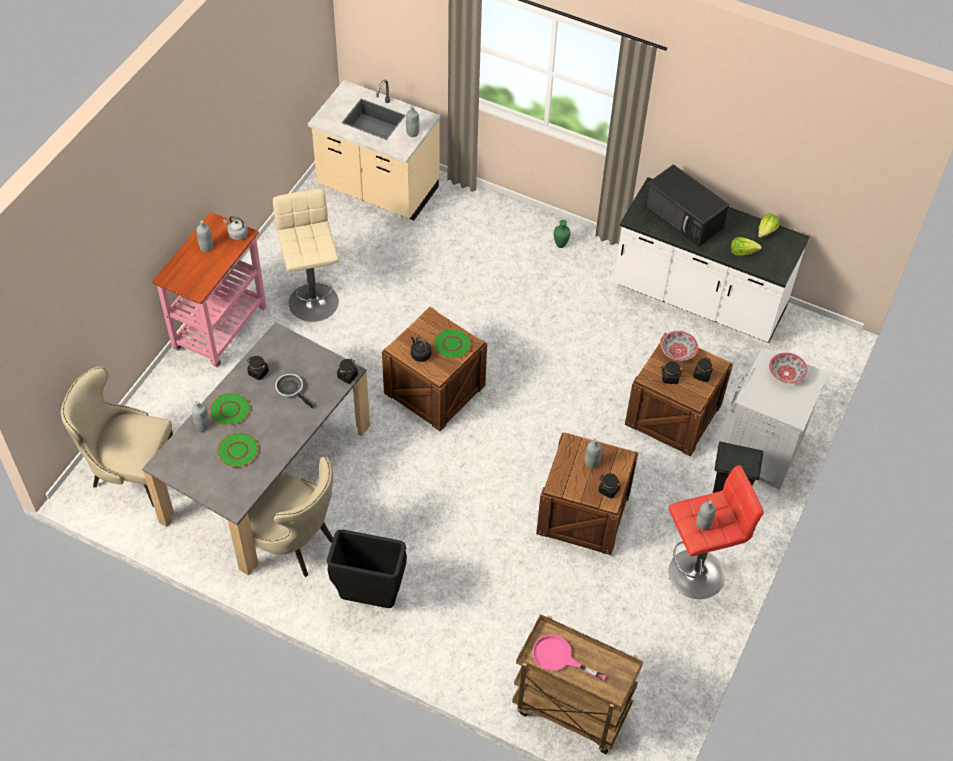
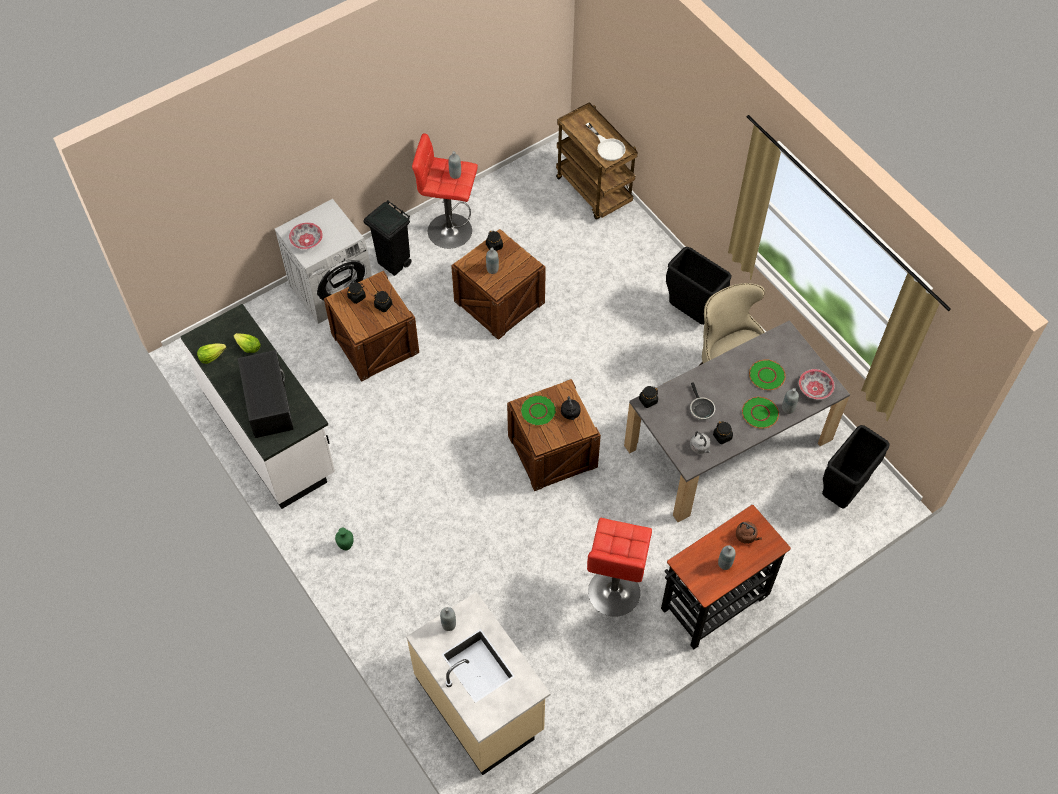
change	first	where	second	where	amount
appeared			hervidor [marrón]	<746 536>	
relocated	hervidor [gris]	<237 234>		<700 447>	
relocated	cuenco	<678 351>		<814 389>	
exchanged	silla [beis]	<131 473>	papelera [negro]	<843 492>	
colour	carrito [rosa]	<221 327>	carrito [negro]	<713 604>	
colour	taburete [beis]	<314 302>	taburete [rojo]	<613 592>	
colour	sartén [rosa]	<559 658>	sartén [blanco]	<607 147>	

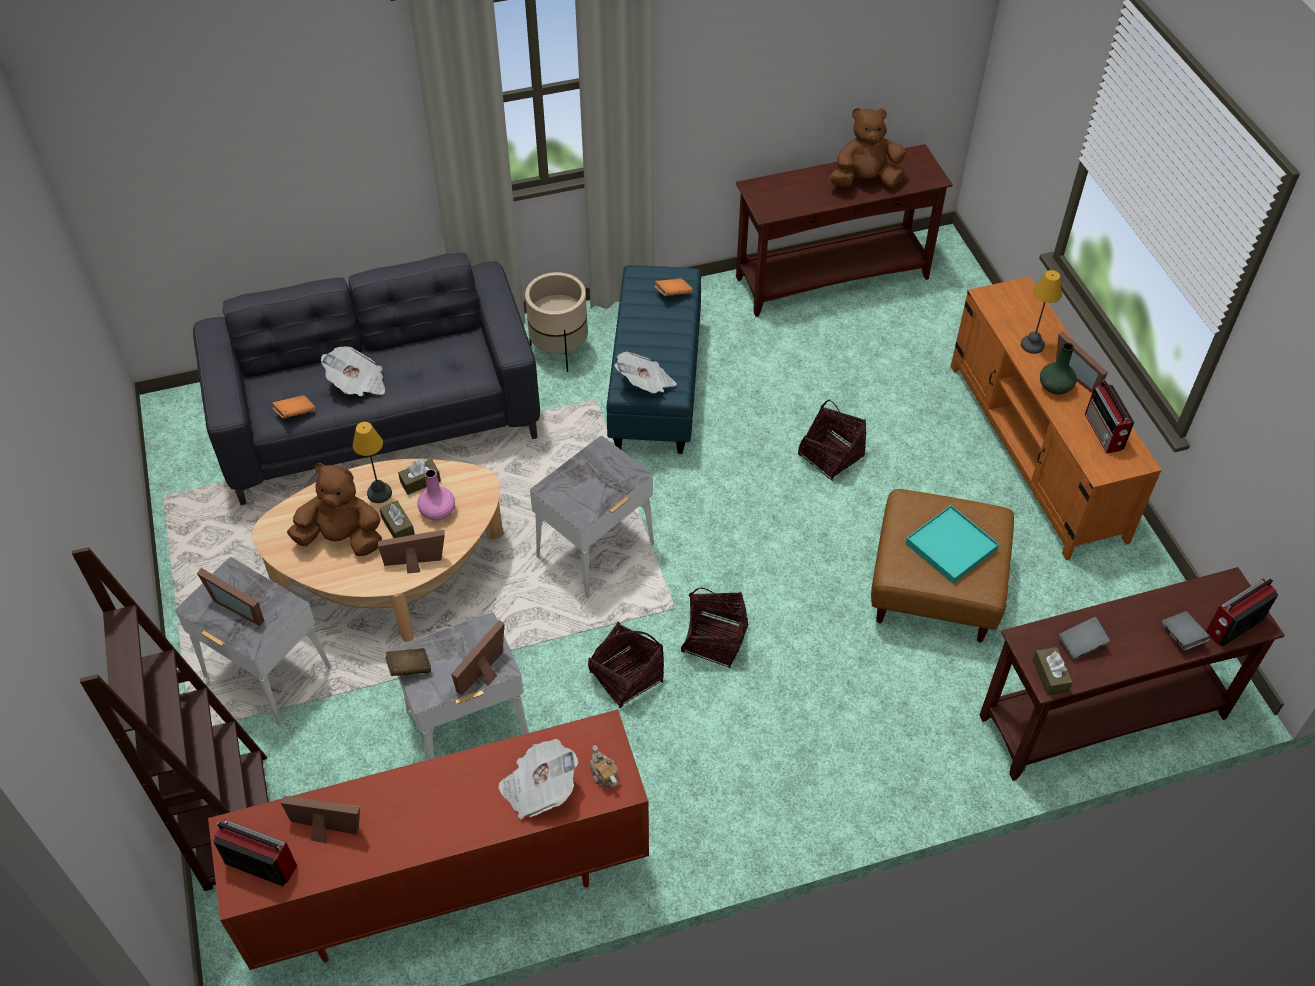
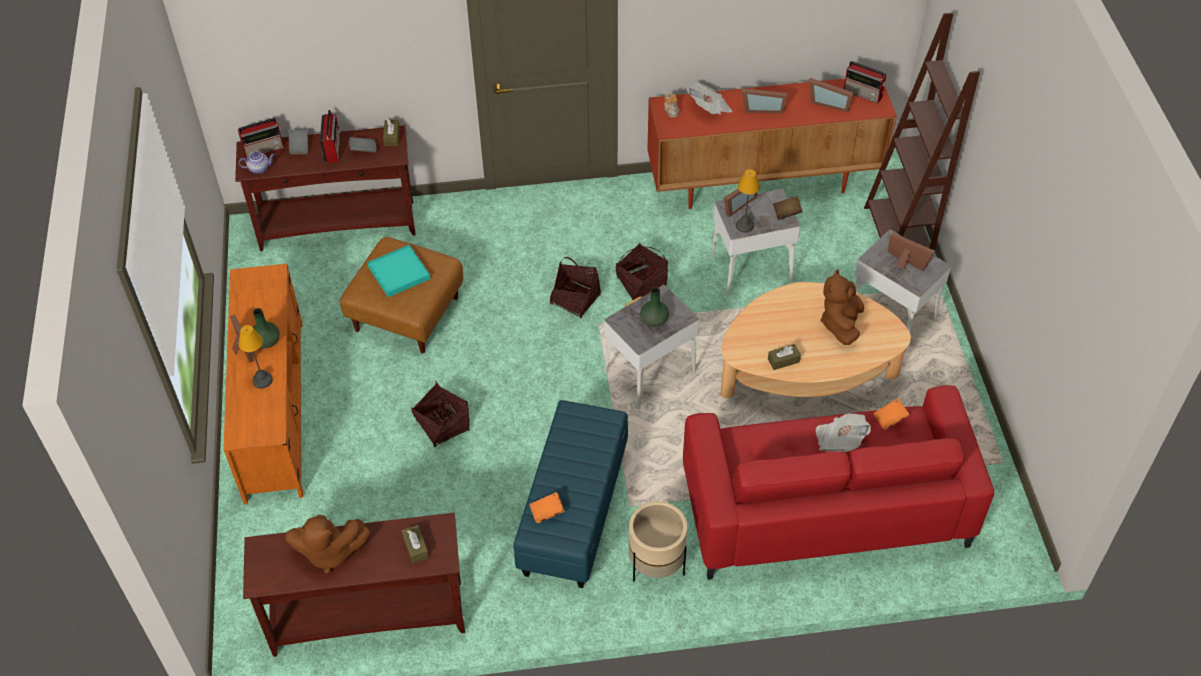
change	first	where	second	where	amount
missing	florero [rosa]	<438 511>			
missing	periódico	<645 384>			
appeared			tetera	<259 168>	
appeared			florero [verde]	<654 320>	
relocated	lámpara de mesa	<380 493>		<744 226>	
relocated	portarretratos	<416 565>		<762 108>	
relocated	caja de pañuelos [marrón]	<398 526>		<416 547>	
relocated	radio	<1104 433>		<333 148>	
colour	sofá [gris]	<380 420>	sofá [rojo]	<824 511>	
spun	peluche [marrón]	<342 538>		<841 324>	90 degrees clockwise

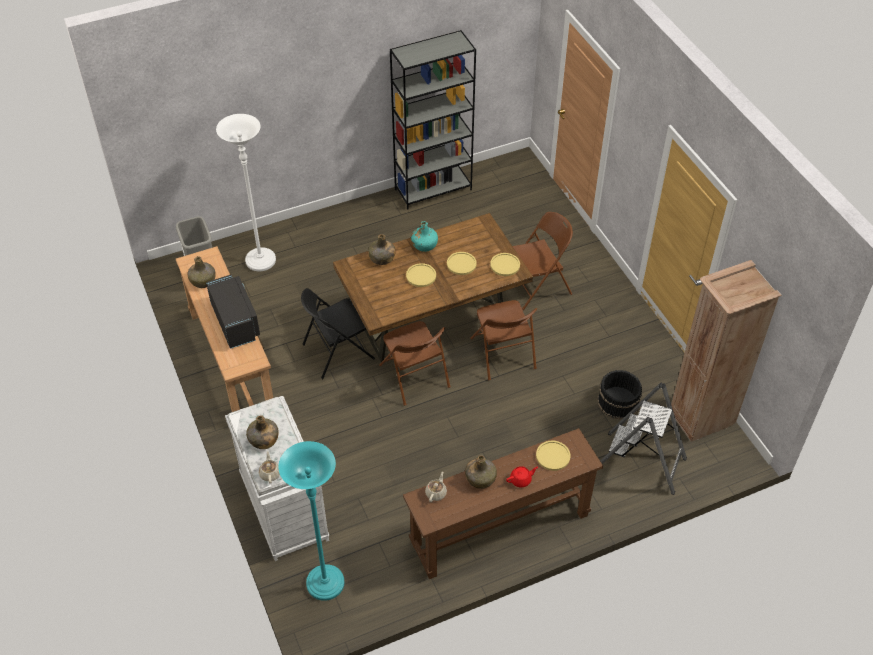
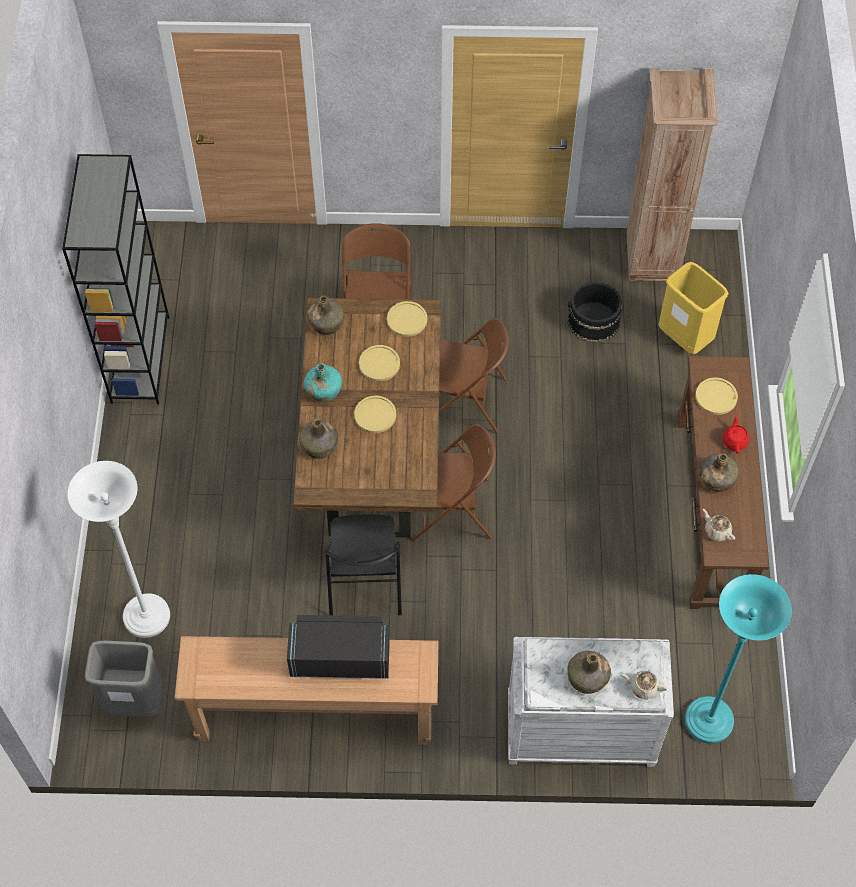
change	first	where	second	where	amount
relocated	botella [verde]	<203 281>		<326 323>	
exchanged	escalera de tijera [gris]	<642 462>	papelera [amarillo]	<685 338>	

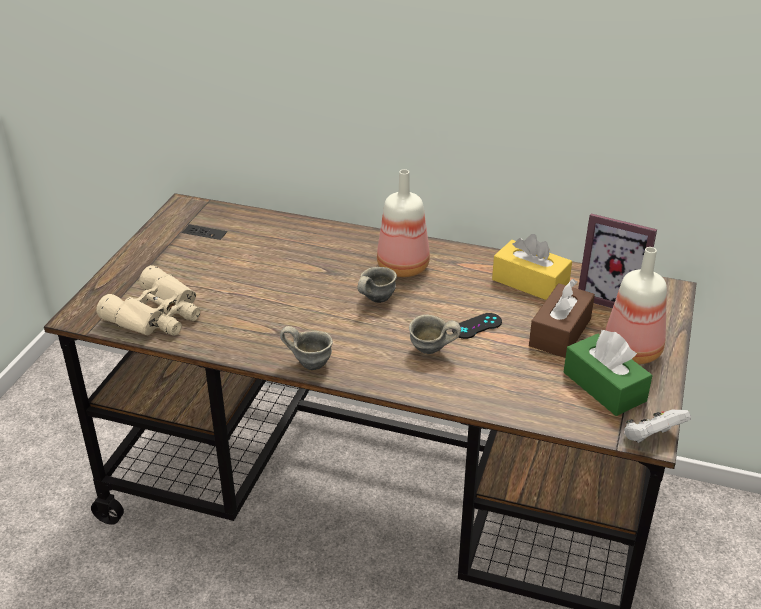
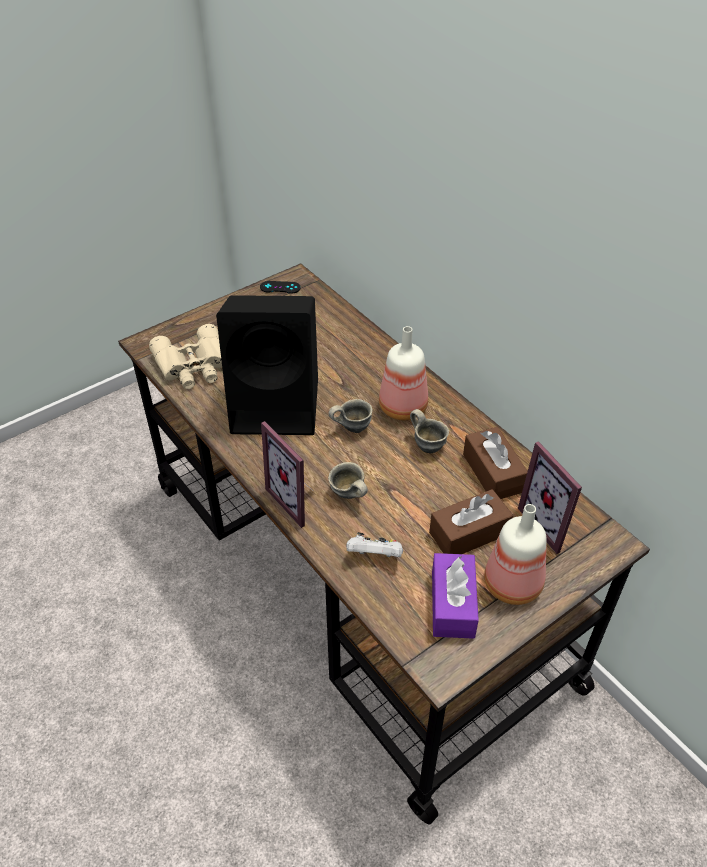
change	first	where	second	where	amount
appeared			altavoz [negro]	<278 405>	
appeared			portarretratos	<298 499>	
relocated	taza grande [gris]	<310 362>		<428 444>	
relocated	mando de consola [negro]	<477 326>		<280 287>	
relocated	mando de consola [blanco]	<651 438>		<375 556>	
colour	caja de pañuelos [amarillo]	<530 282>	caja de pañuelos [marrón]	<493 473>	
colour	caja de pañuelos [verde]	<604 386>	caja de pañuelos [morado]	<452 604>	

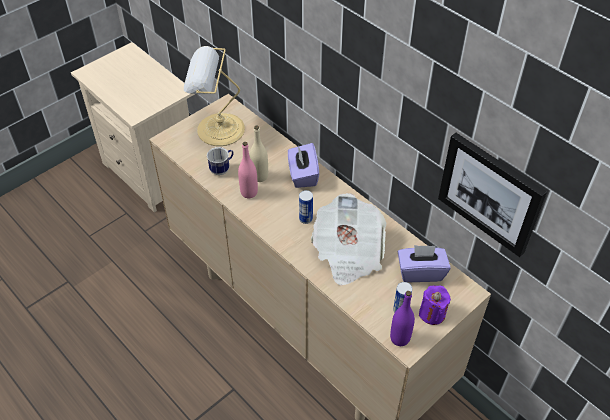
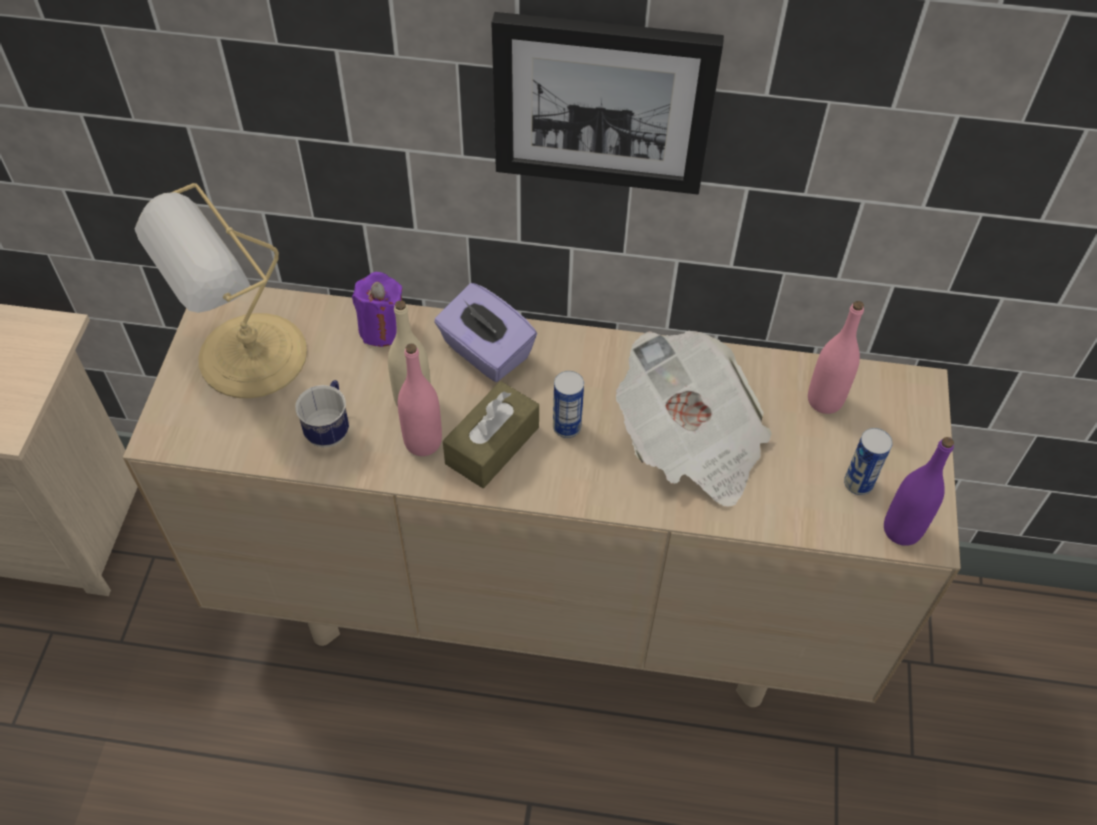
change	first	where	second	where	amount
appeared			caja de pañuelos [marrón]	<492 445>	
relocated	vela [morado]	<432 313>		<382 328>	
relocated	cuadro	<490 193>		<603 102>	
exchanged	caja de pañuelos [morado]	<420 272>	botella [rosa]	<824 400>	

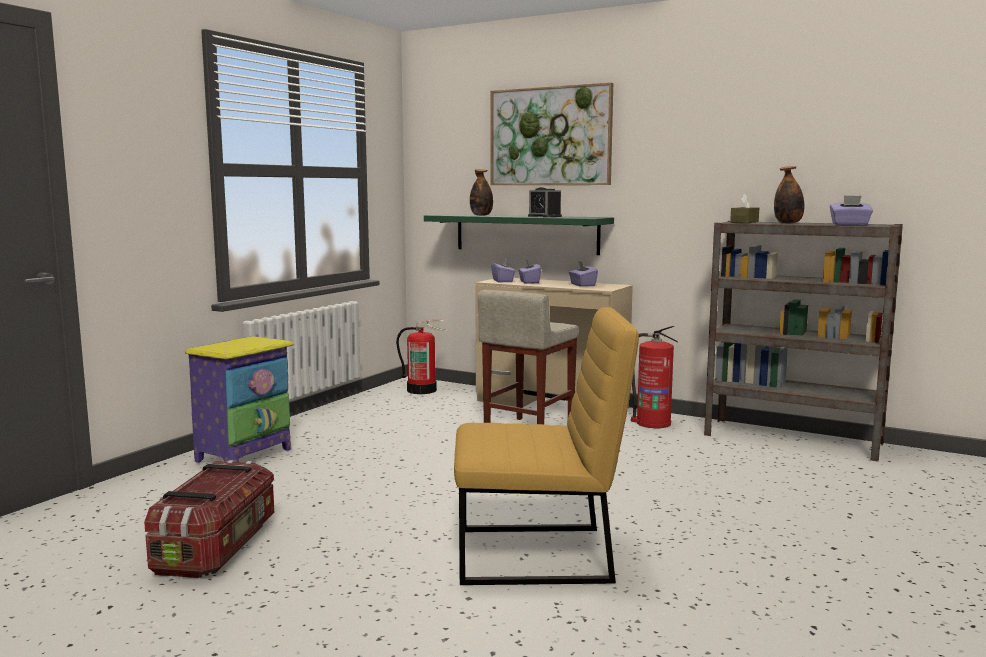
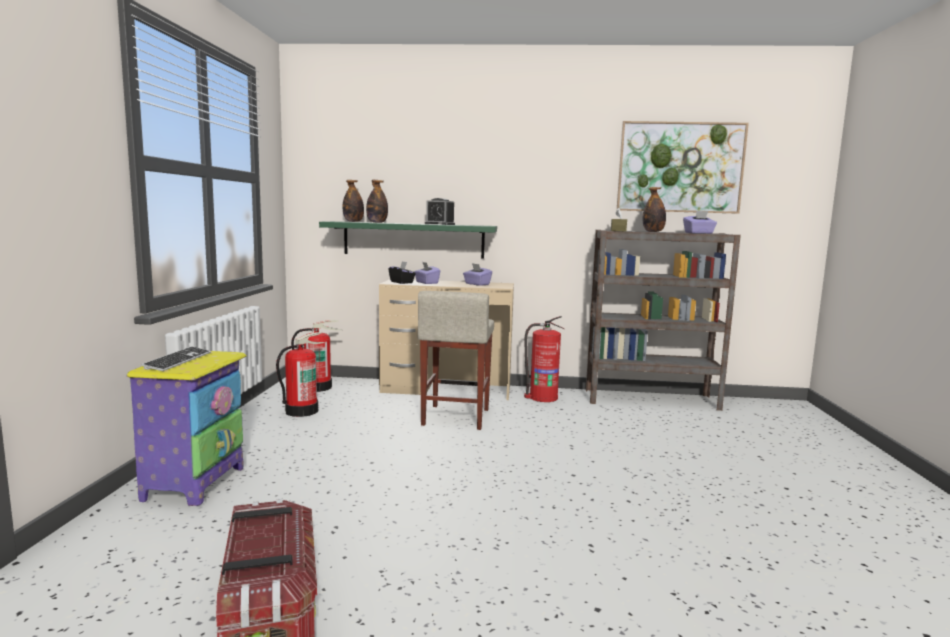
change	first	where	second	where	amount
missing	silla [amarillo]	<539 555>			
appeared			teclado	<178 361>	
appeared			extintor	<301 411>	
appeared			botella	<353 221>	
relocated	cuadro	<550 136>		<680 167>	
colour	caja de pañuelos [morado]	<503 281>	caja de pañuelos [negro]	<402 282>	

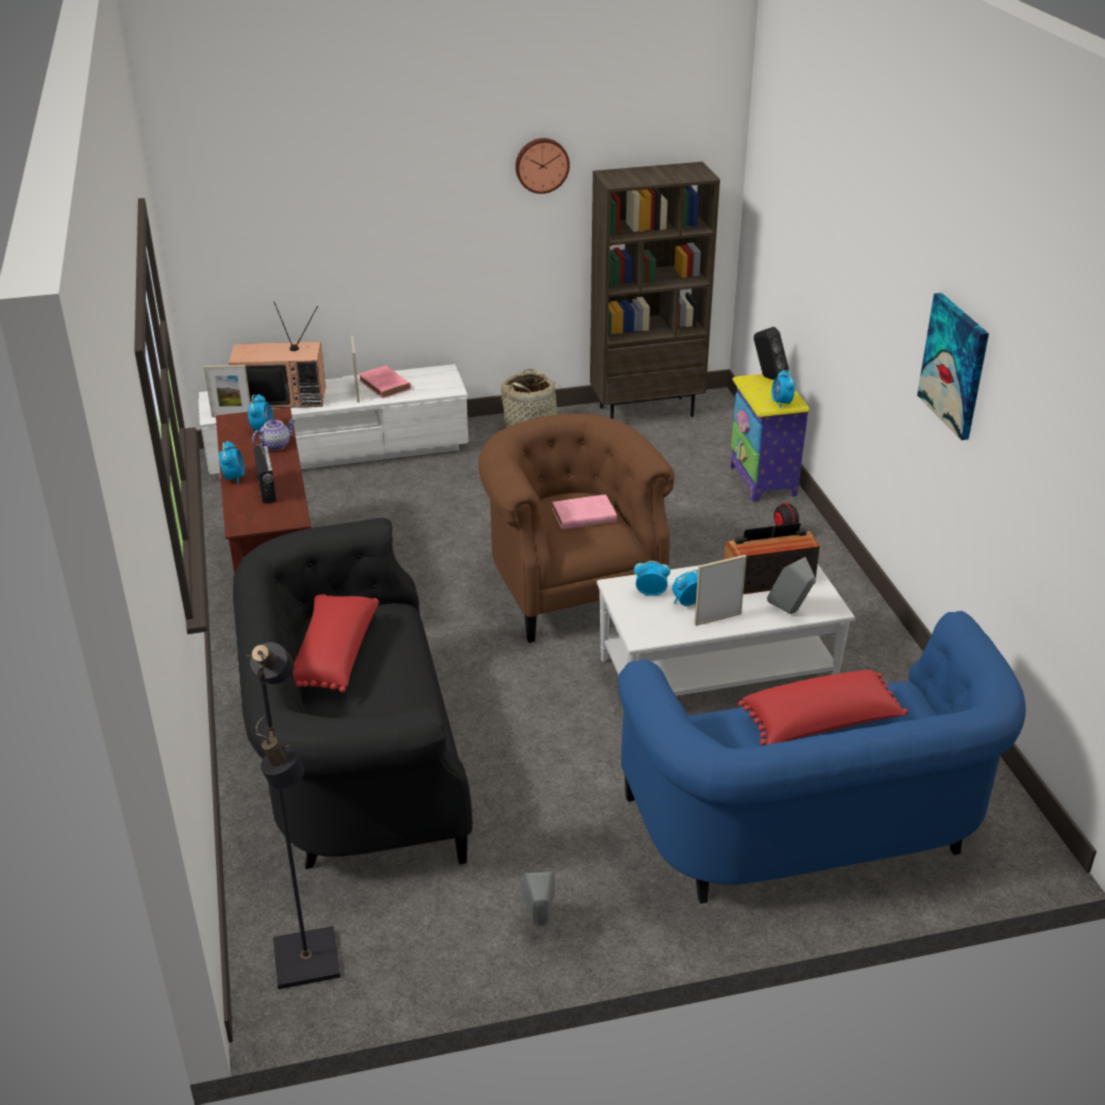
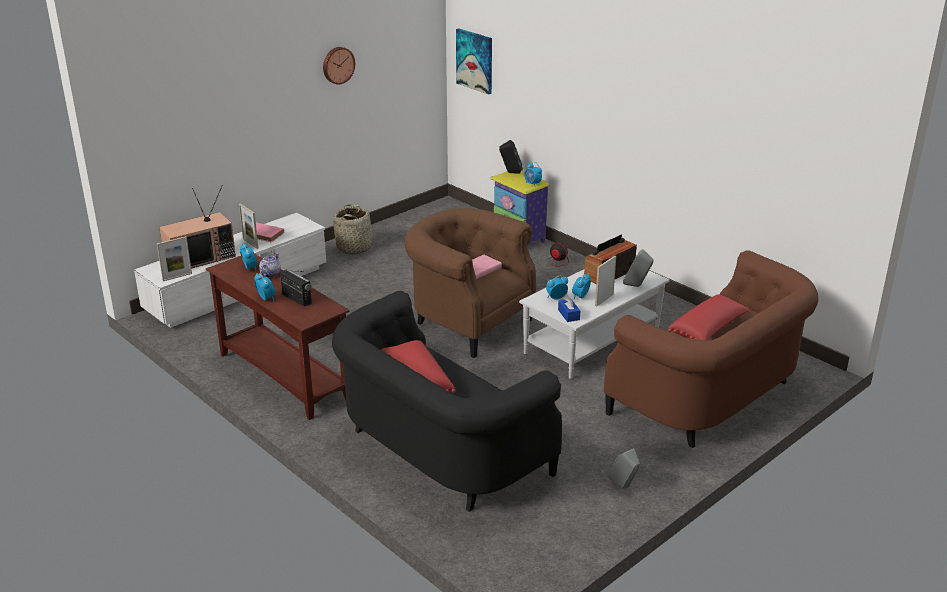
change	first	where	second	where	amount
missing	lámpara de pie [negro]	<306 959>			
missing	estantería [marrón]	<646 411>			
appeared			caja de pañuelos [azul]	<568 315>	
relocated	cuadro	<955 365>		<475 61>	
colour	sofá [azul]	<807 830>	sofá [marrón]	<709 397>	

